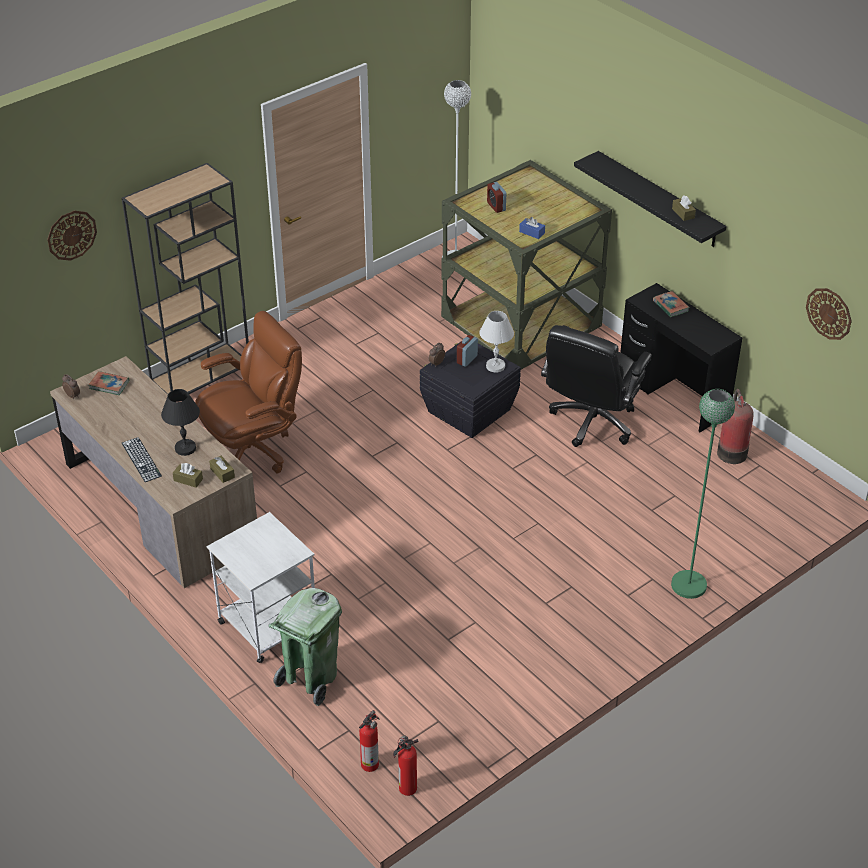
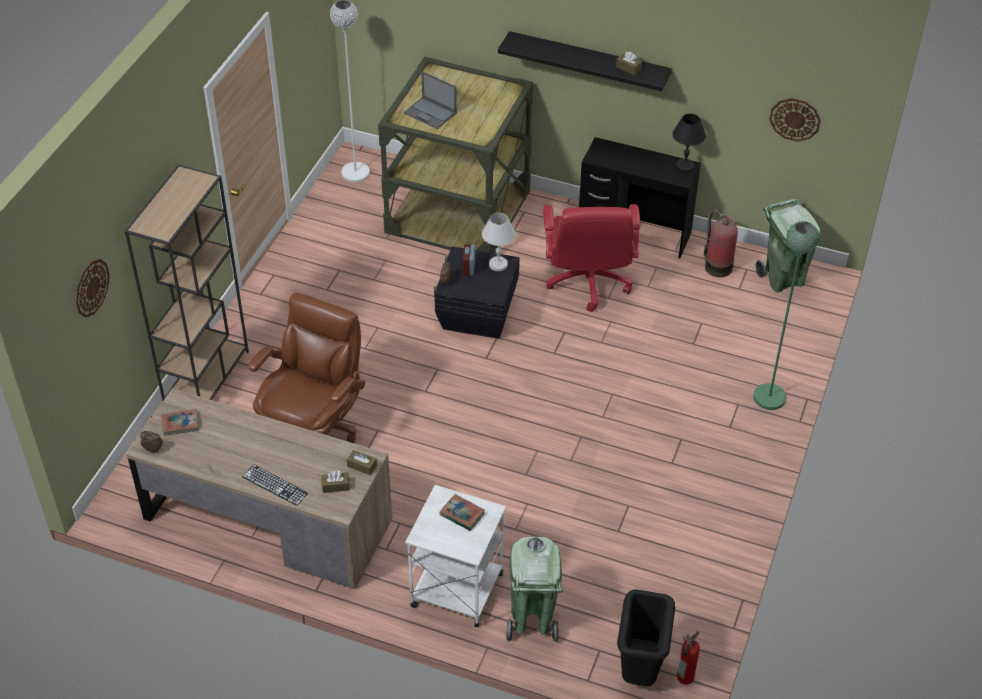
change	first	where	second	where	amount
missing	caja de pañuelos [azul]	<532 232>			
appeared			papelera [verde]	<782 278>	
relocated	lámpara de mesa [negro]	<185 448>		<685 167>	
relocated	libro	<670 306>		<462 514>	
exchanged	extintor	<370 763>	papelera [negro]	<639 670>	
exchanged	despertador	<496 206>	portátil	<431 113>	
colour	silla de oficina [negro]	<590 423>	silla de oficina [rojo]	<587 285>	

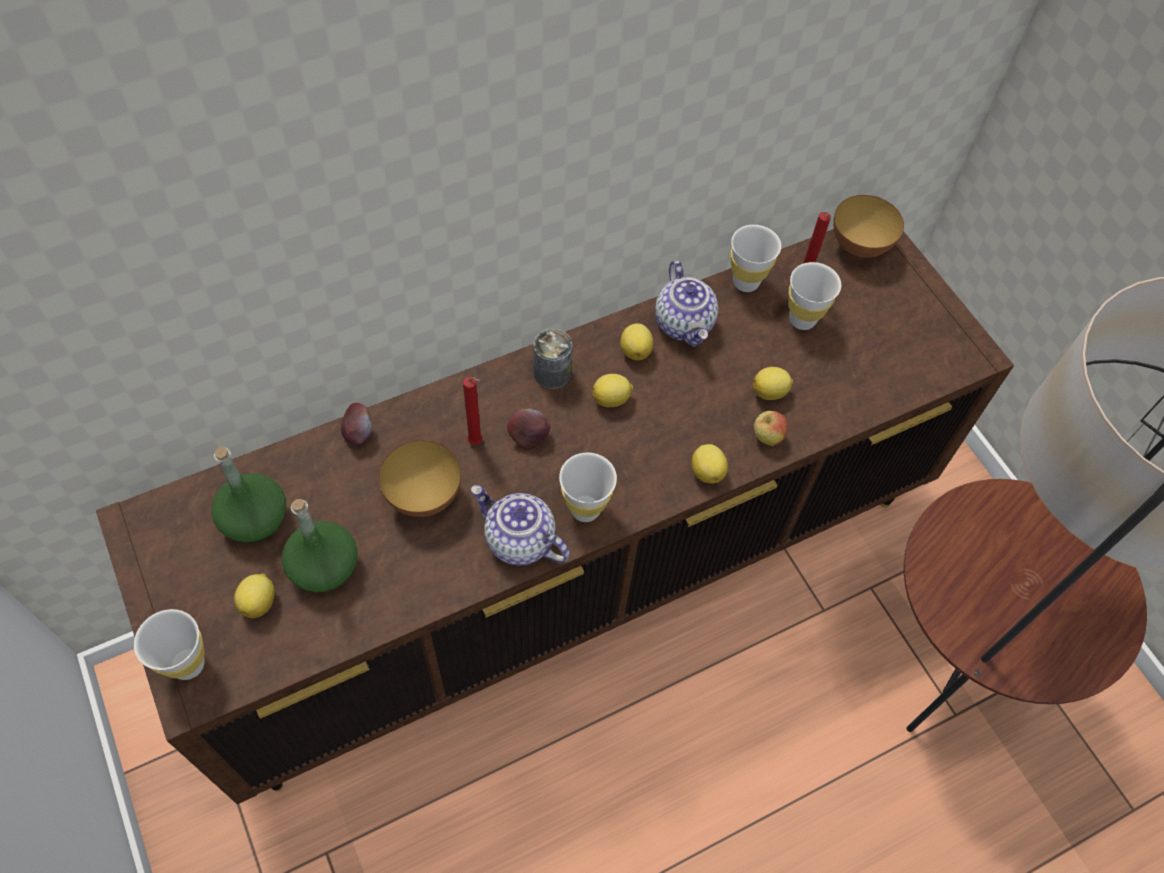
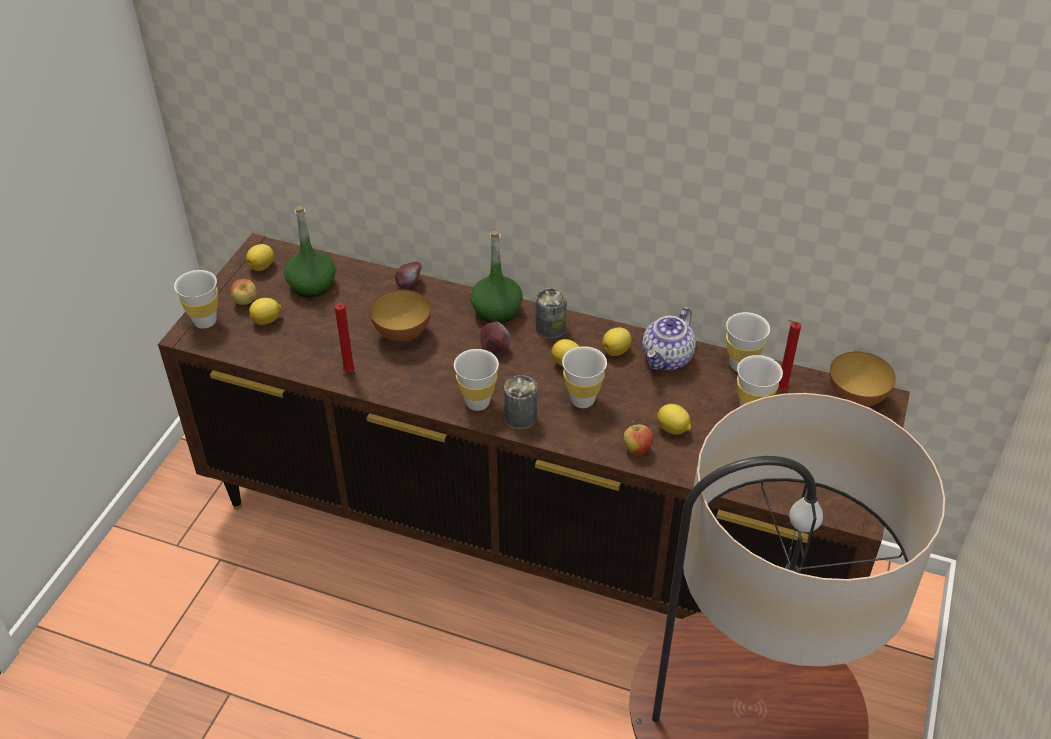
change	first	where	second	where	amount
missing	tetera	<518 541>			
appeared			manzana	<245 302>	
appeared			lata	<520 417>	
appeared			taza [blanco]	<582 400>	
relocated	botella [verde]	<324 567>		<496 311>	
relocated	vela [rojo]	<477 443>		<349 373>	
relocated	limón	<707 471>		<262 266>	

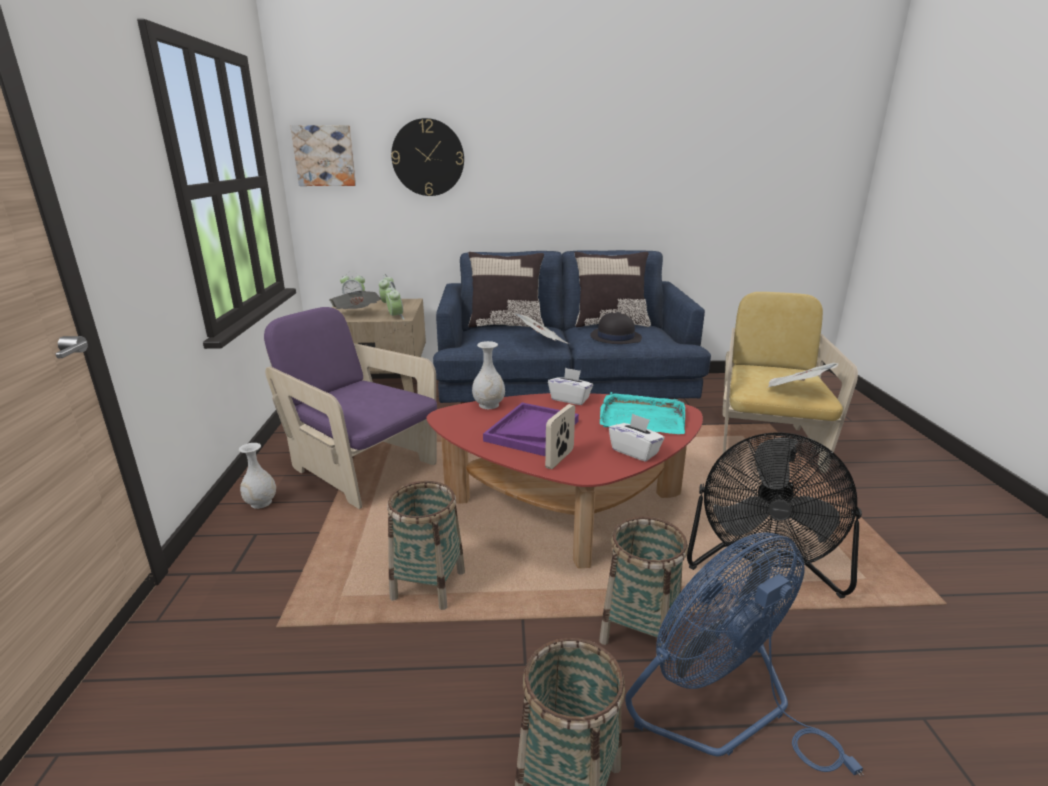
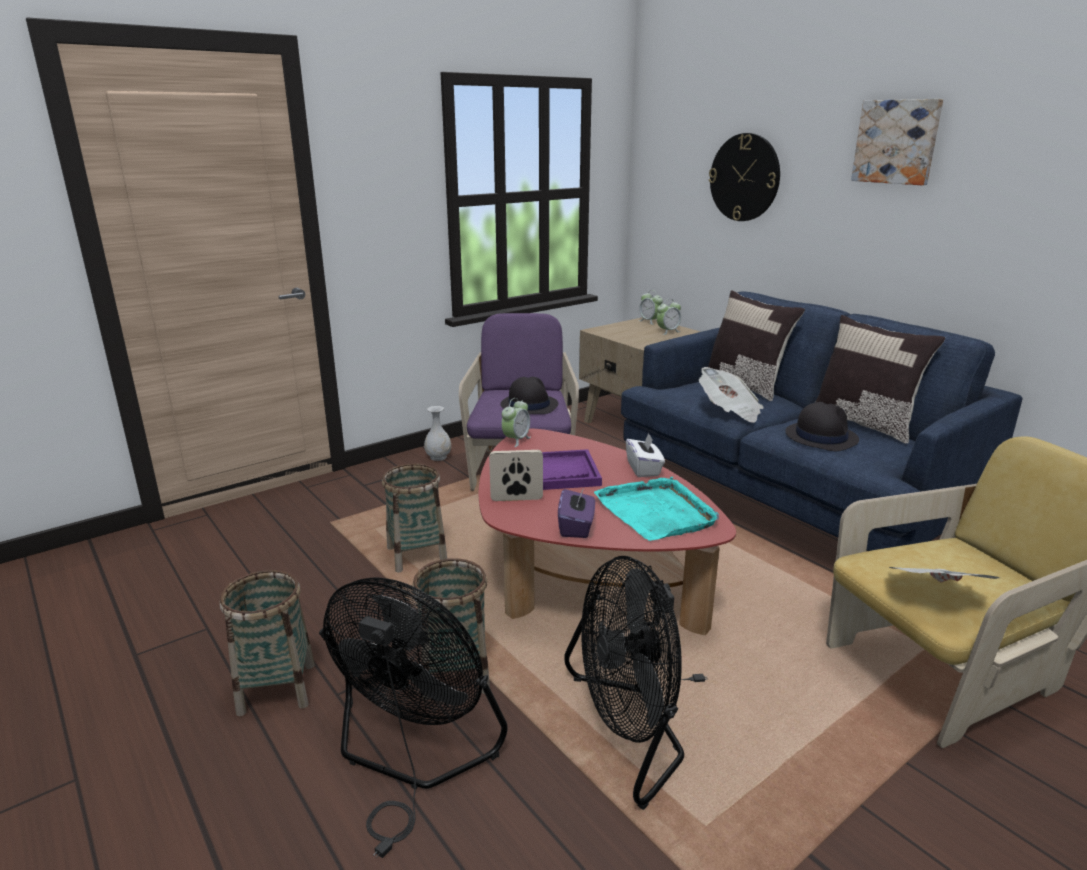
change	first	where	second	where	amount
missing	periódico	<357 314>			
missing	florero [blanco]	<489 405>			
appeared			sombrero [negro]	<529 405>	
relocated	cuadro	<325 156>		<897 142>	
relocated	despertador	<395 317>		<516 440>	
colour	caja de pañuelos [blanco]	<635 451>	caja de pañuelos [morado]	<576 527>	
colour	ventilador [azul]	<736 708>	ventilador [negro]	<405 757>	

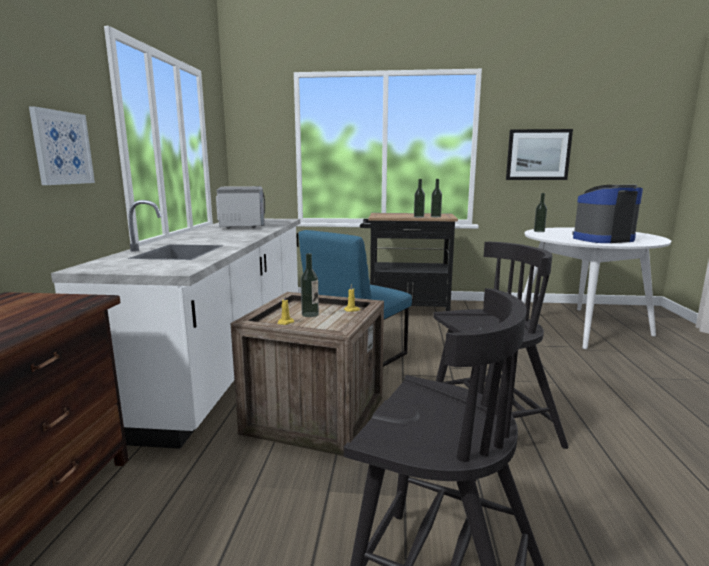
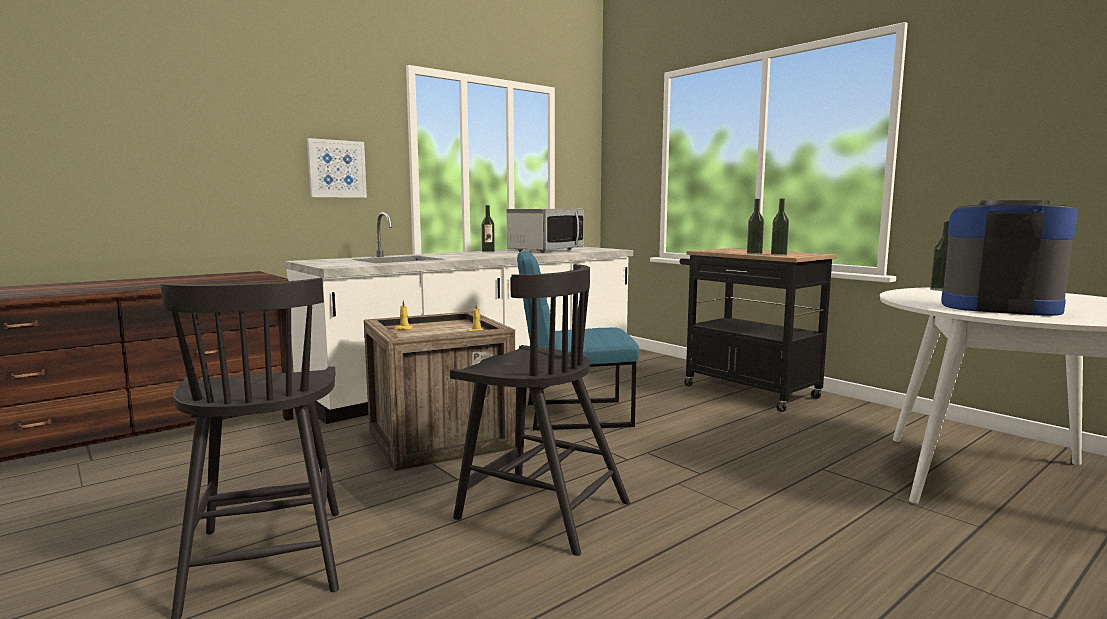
change	first	where	second	where	amount
missing	cuadro	<538 155>			
relocated	botella	<310 314>		<488 251>	

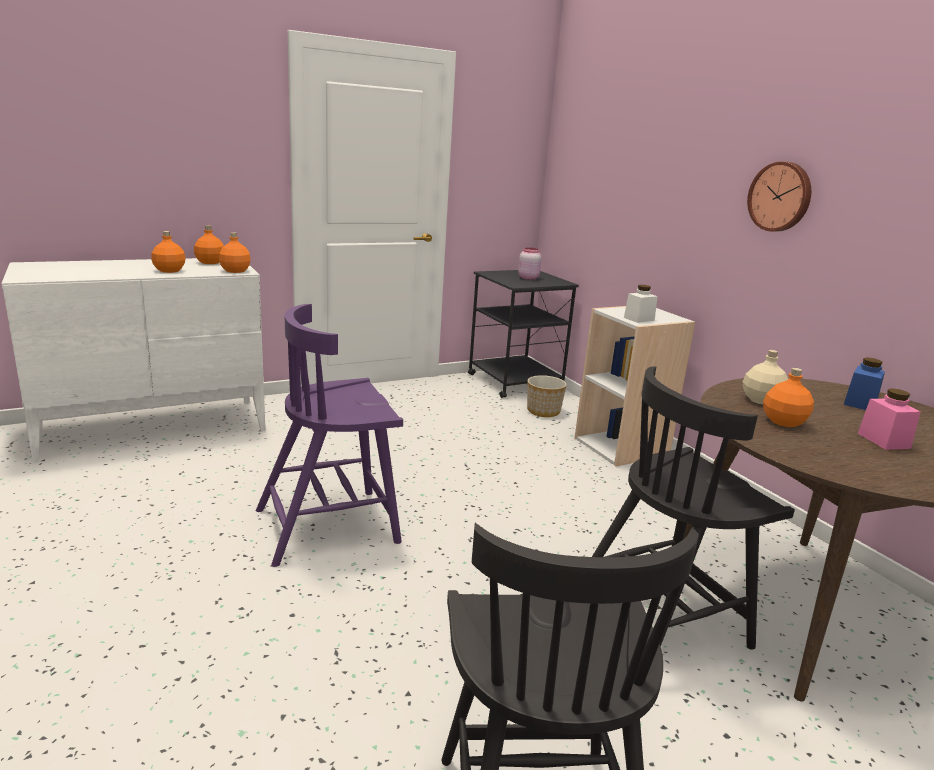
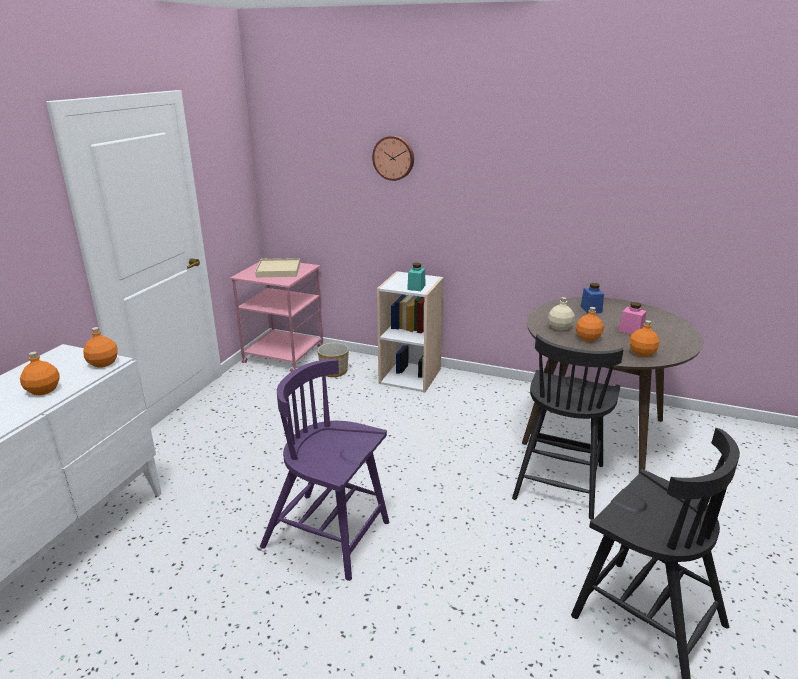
change	first	where	second	where	amount
relocated	botella [naranja]	<210 262>		<642 353>	
relocated	reloj de pared	<780 197>		<394 157>	
exchanged	tarro [rosa]	<528 278>	bandeja [beis]	<278 270>	
colour	carrito [negro]	<515 382>	carrito [rosa]	<284 355>	
colour	tarro [blanco]	<639 319>	tarro [turquesa]	<416 287>	
spun	silla [morado]	<330 525>		<329 535>	90 degrees clockwise

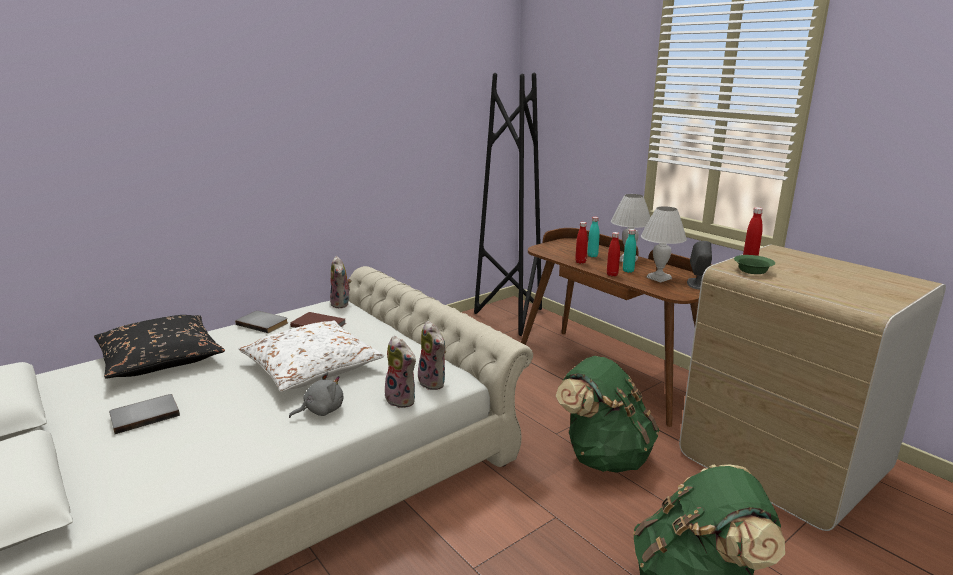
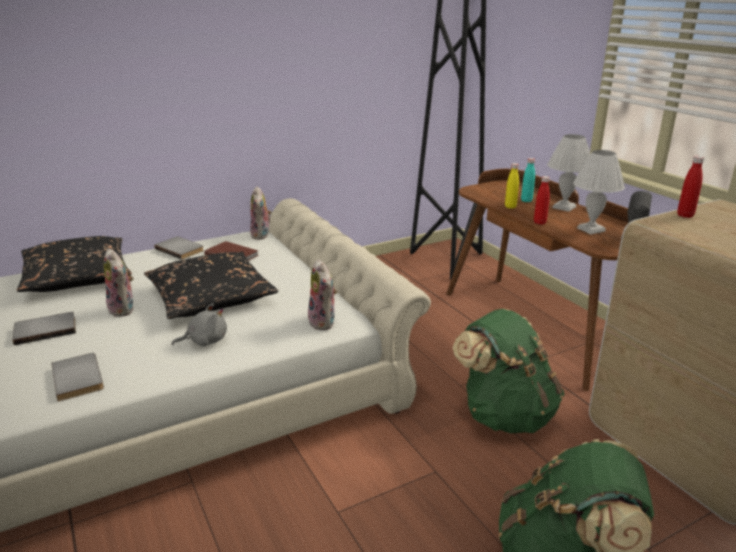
change	first	where	second	where	amount
missing	botella [turquesa]	<628 271>			
missing	cuenco [verde]	<752 271>			
appeared			libro [gris]	<80 378>	
relocated	peluche	<403 399>		<124 309>	
colour	cojín [blanco]	<312 367>	cojín [negro]	<211 297>	
colour	botella [rojo]	<580 262>	botella [amarillo]	<510 207>	

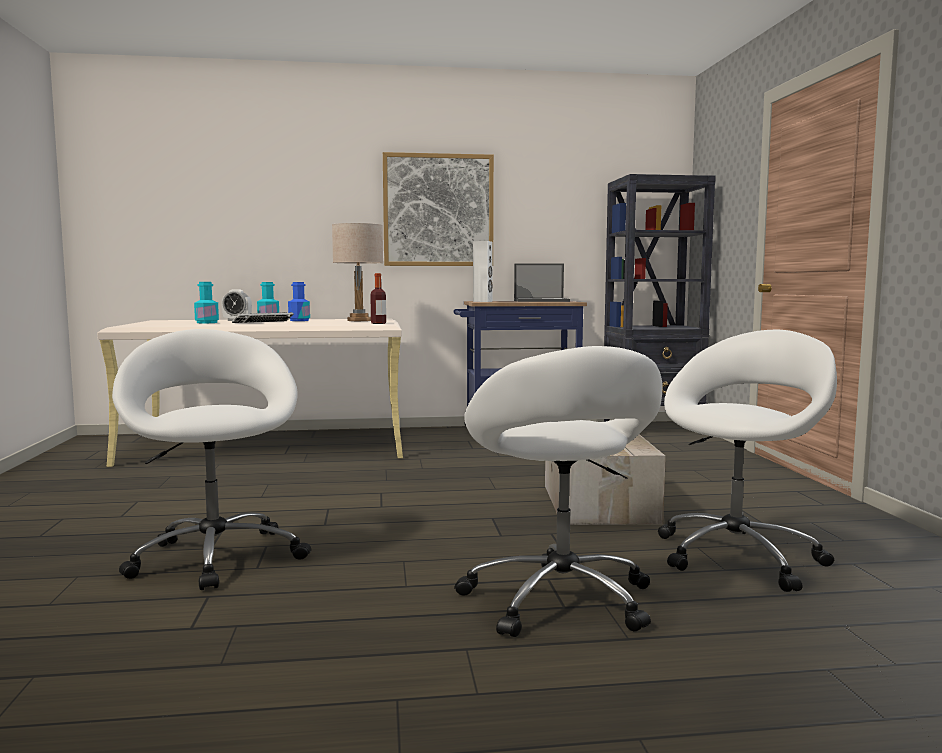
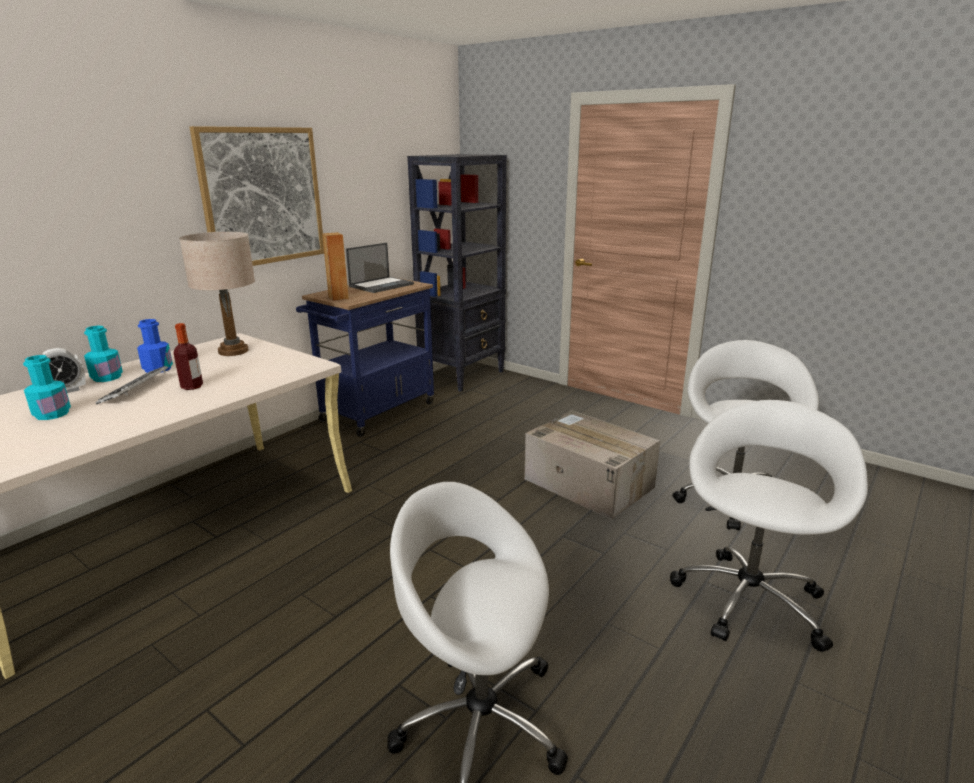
change	first	where	second	where	amount
relocated	botella	<378 323>		<192 387>	
colour	altavoz [blanco]	<483 301>	altavoz [marrón]	<338 297>	
spun	silla de oficina [blanco]	<561 602>		<749 600>	90 degrees counterclockwise

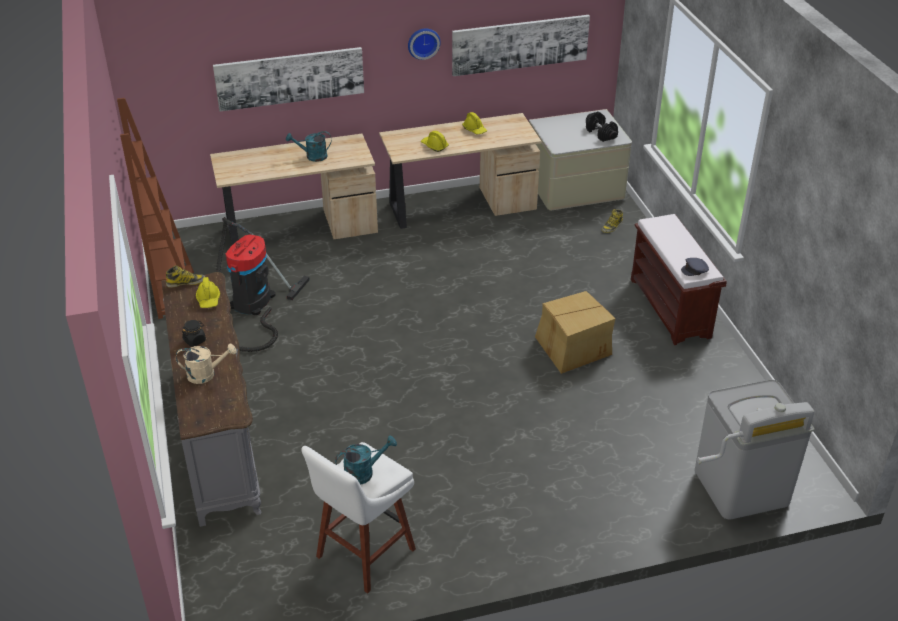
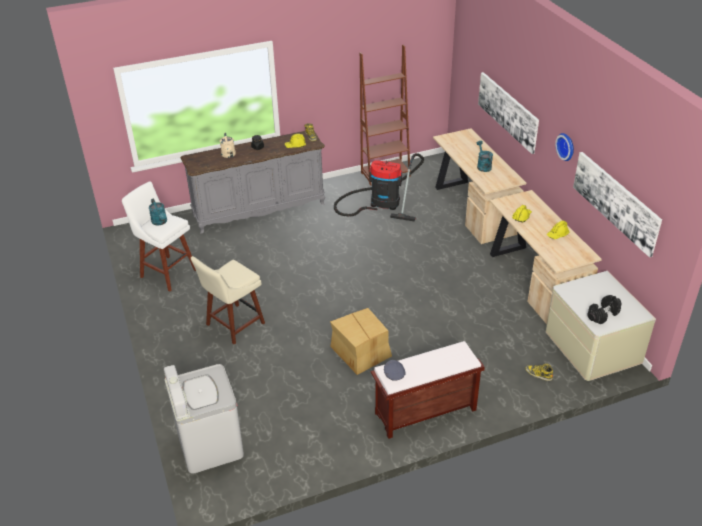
change	first	where	second	where	amount
appeared			taburete [beis]	<233 325>	

